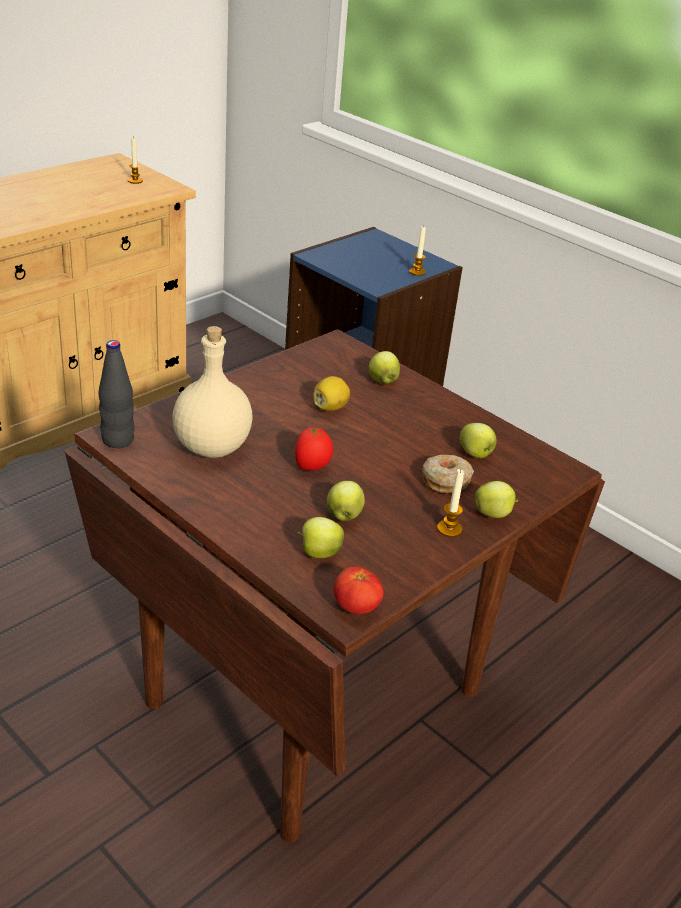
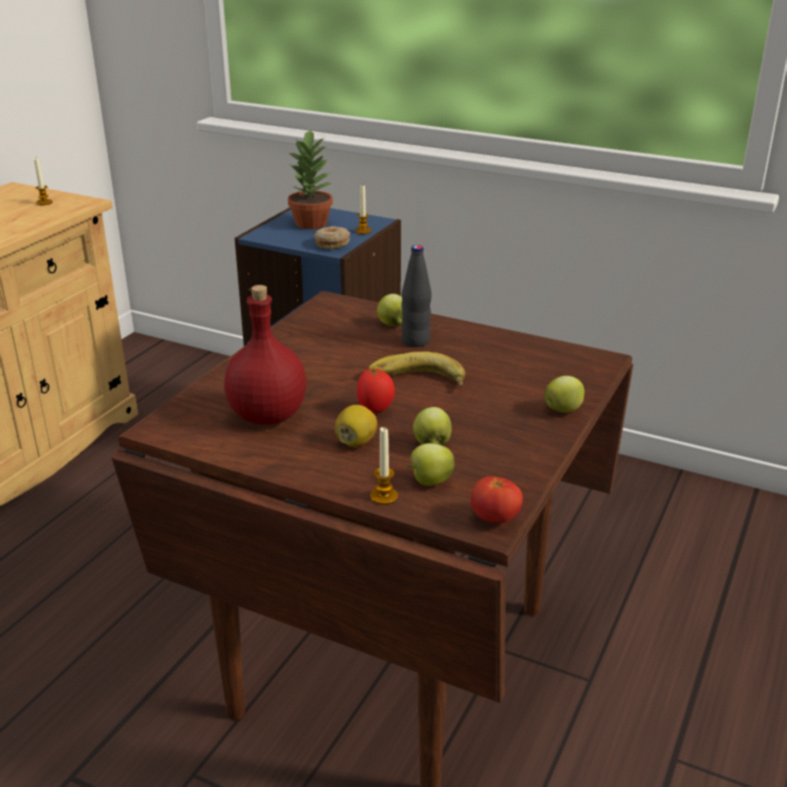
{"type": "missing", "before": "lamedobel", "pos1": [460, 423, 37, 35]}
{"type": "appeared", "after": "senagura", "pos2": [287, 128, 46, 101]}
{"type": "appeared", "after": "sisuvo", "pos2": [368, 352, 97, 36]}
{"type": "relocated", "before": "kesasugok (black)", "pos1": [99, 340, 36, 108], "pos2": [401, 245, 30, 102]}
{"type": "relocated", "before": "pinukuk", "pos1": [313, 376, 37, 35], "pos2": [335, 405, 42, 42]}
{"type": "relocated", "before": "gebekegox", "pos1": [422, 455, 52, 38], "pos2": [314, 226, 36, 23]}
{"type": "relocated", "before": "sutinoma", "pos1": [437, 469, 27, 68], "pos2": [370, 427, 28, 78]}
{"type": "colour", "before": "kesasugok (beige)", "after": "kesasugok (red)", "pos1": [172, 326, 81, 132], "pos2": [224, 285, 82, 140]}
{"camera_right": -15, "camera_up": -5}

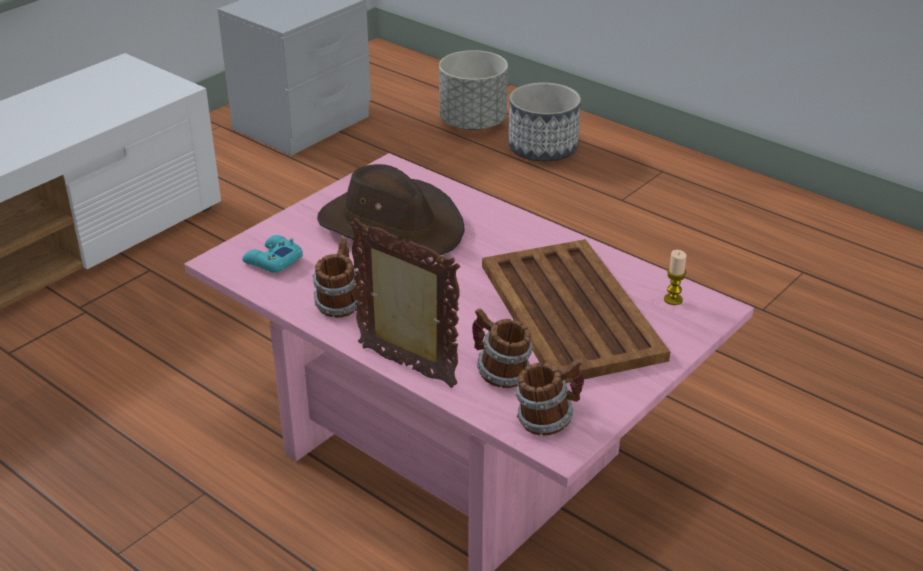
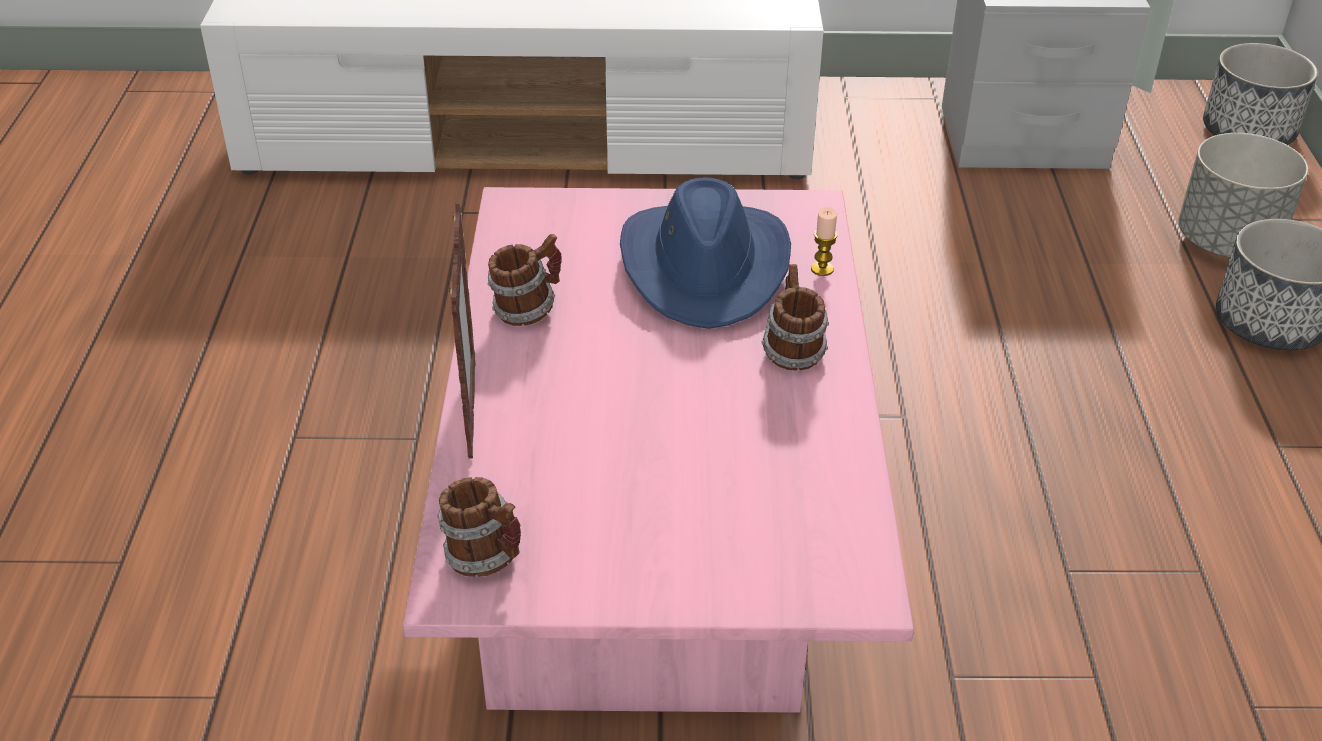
{"type": "missing", "before": "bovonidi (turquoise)", "pos1": [242, 235, 61, 38]}
{"type": "missing", "before": "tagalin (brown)", "pos1": [482, 239, 188, 144]}
{"type": "appeared", "after": "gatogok", "pos2": [1203, 43, 115, 102]}
{"type": "relocated", "before": "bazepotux", "pos1": [472, 308, 62, 80], "pos2": [761, 264, 68, 107]}
{"type": "relocated", "before": "sutinoma", "pos1": [664, 250, 23, 55], "pos2": [811, 207, 27, 69]}
{"type": "colour", "before": "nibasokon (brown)", "after": "nibasokon (blue)", "pos1": [317, 164, 148, 94], "pos2": [620, 177, 171, 152]}
{"camera_right": 50, "camera_up": 5}

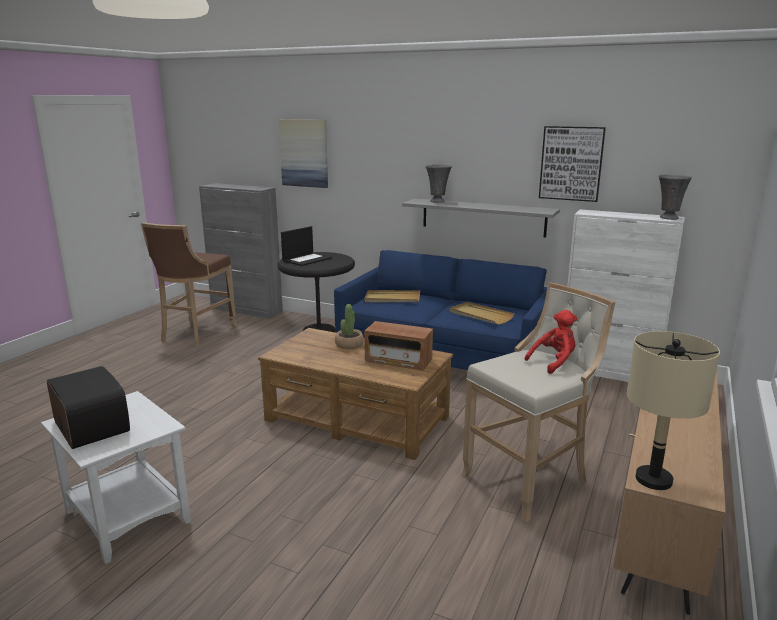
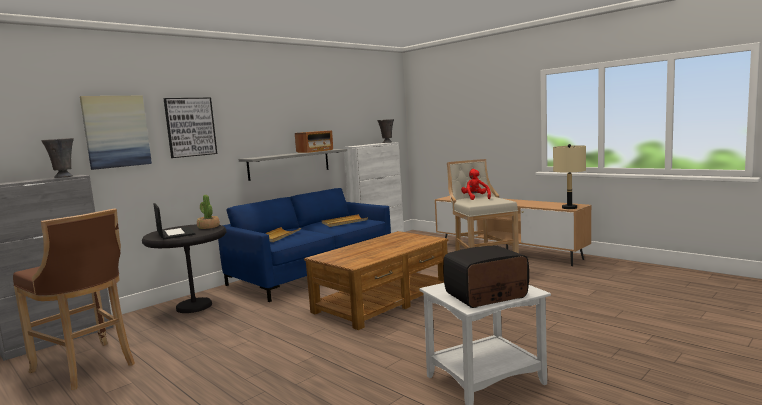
{"type": "relocated", "before": "senagura", "pos1": [335, 304, 29, 45], "pos2": [197, 195, 23, 34]}
{"type": "relocated", "before": "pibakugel", "pos1": [364, 321, 69, 50], "pos2": [295, 131, 38, 22]}
{"type": "relocated", "before": "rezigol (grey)", "pos1": [426, 164, 26, 39], "pos2": [41, 138, 33, 40]}
{"type": "relocated", "before": "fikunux", "pos1": [539, 126, 67, 76], "pos2": [163, 98, 54, 60]}
{"camera_right": -70, "camera_up": -10}

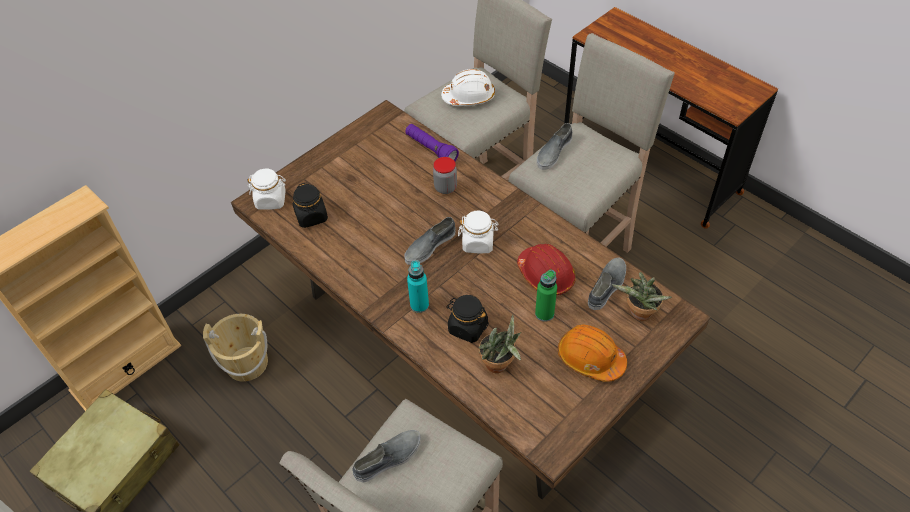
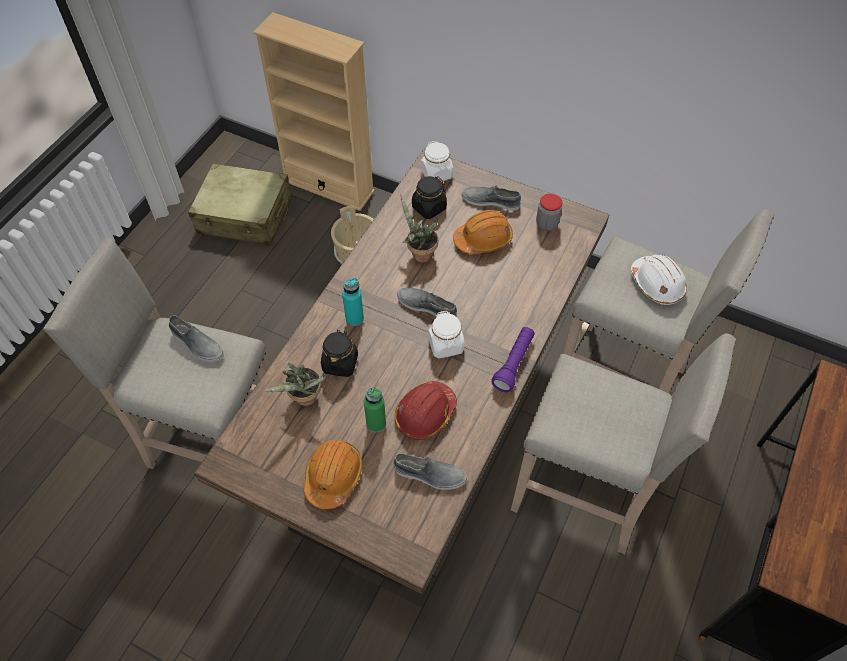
{"type": "appeared", "after": "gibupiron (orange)", "pos2": [453, 210, 60, 44]}
{"type": "relocated", "before": "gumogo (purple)", "pos1": [405, 124, 54, 37], "pos2": [492, 327, 43, 65]}
{"type": "relocated", "before": "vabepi", "pos1": [433, 157, 24, 37], "pos2": [536, 194, 27, 37]}
{"type": "relocated", "before": "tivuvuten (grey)", "pos1": [536, 123, 36, 47], "pos2": [461, 186, 60, 25]}
{"type": "relocated", "before": "senagura", "pos1": [612, 272, 60, 49], "pos2": [401, 195, 37, 68]}
{"camera_right": 70, "camera_up": 5}

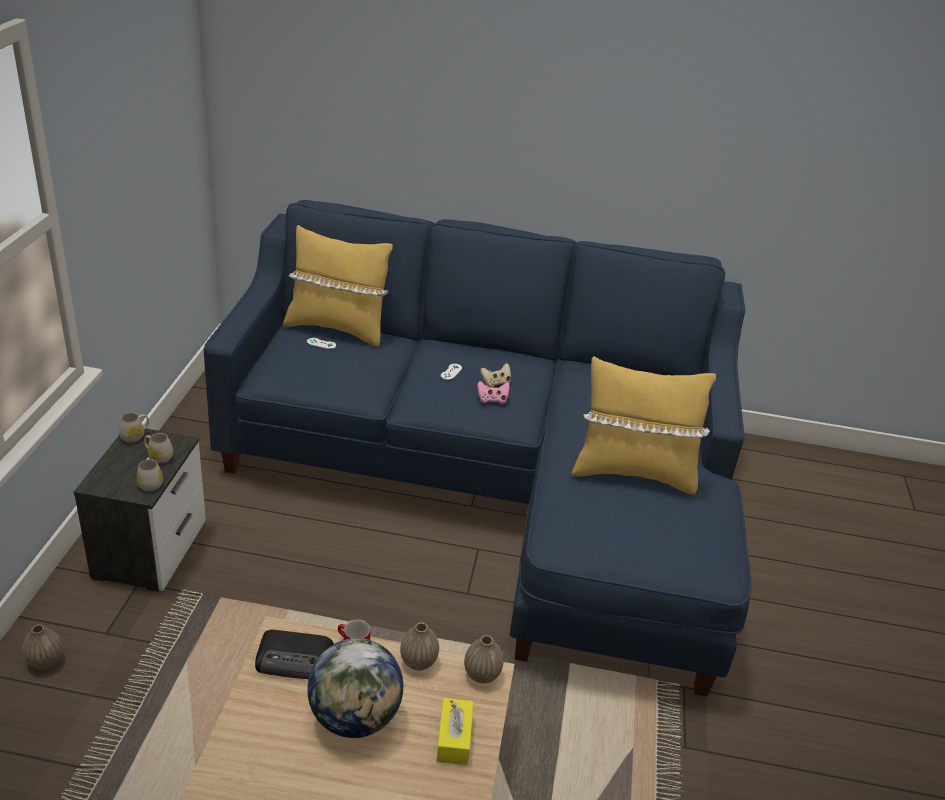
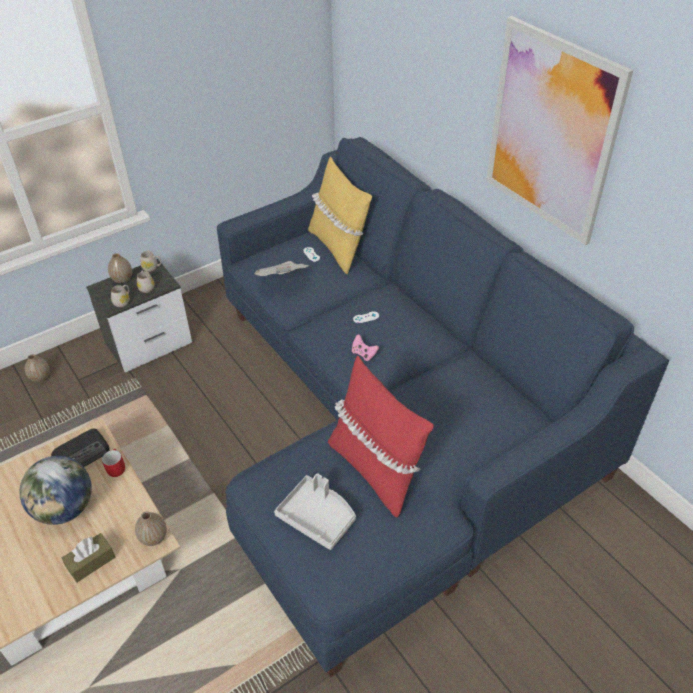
{"type": "missing", "before": "bovonidi (beige)", "pos1": [480, 363, 31, 25]}
{"type": "appeared", "after": "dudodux", "pos2": [255, 261, 54, 15]}
{"type": "appeared", "after": "tagalin (grey)", "pos2": [274, 474, 82, 76]}
{"type": "appeared", "after": "fikunux", "pos2": [486, 16, 147, 230]}
{"type": "relocated", "before": "rezigol", "pos1": [400, 622, 39, 48], "pos2": [108, 253, 24, 30]}
{"type": "colour", "before": "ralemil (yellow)", "after": "ralemil (brown)", "pos1": [436, 698, 37, 67], "pos2": [62, 533, 53, 50]}
{"type": "colour", "before": "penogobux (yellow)", "after": "penogobux (red)", "pos1": [571, 356, 145, 139], "pos2": [328, 356, 106, 162]}
{"type": "spun", "before": "pibakugel", "pos1": [255, 630, 79, 49], "pos2": [51, 429, 59, 38], "turn": -90}
{"camera_right": 50, "camera_up": 10}

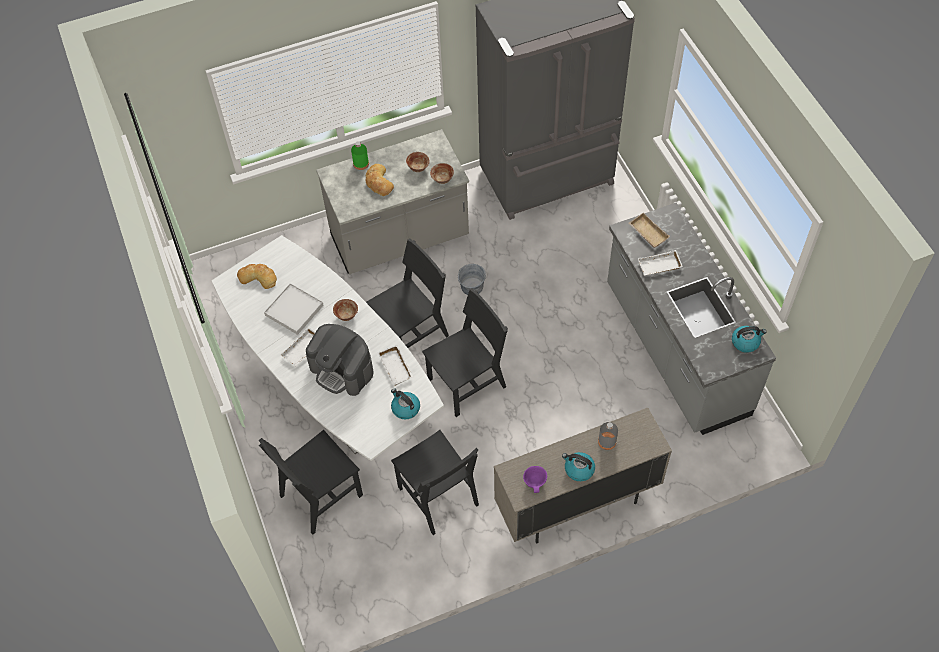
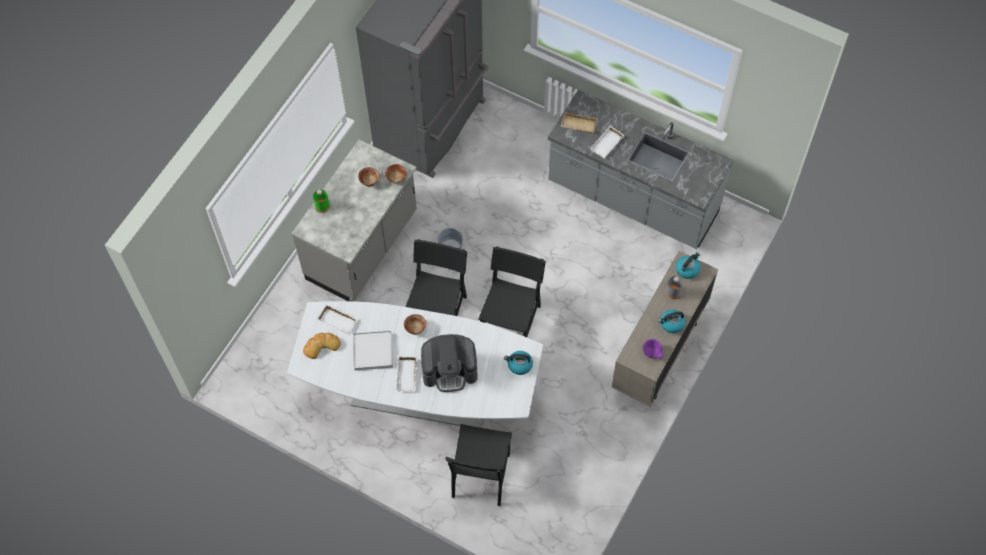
{"type": "missing", "before": "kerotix", "pos1": [366, 164, 28, 32]}
{"type": "missing", "before": "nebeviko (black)", "pos1": [391, 430, 88, 105]}
{"type": "relocated", "before": "tagalin (white)", "pos1": [377, 345, 36, 41], "pos2": [317, 304, 41, 30]}
{"type": "relocated", "before": "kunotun", "pos1": [732, 326, 35, 27], "pos2": [676, 252, 24, 27]}
{"camera_right": -40, "camera_up": 5}

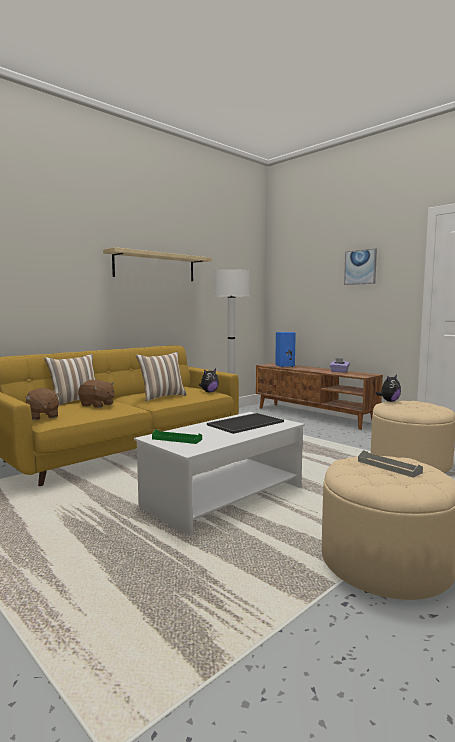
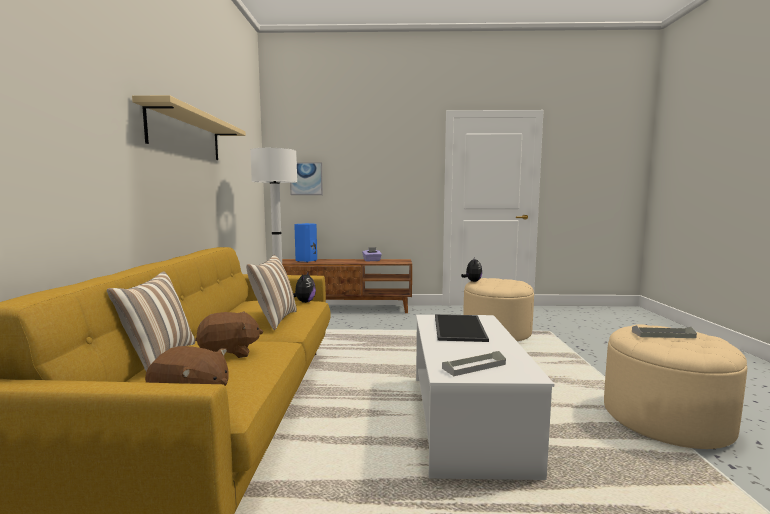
{"type": "relocated", "before": "fikunux", "pos1": [344, 248, 33, 37], "pos2": [290, 162, 33, 33]}
{"type": "colour", "before": "tagalin (green)", "after": "tagalin (grey)", "pos1": [152, 429, 50, 15], "pos2": [442, 351, 64, 25]}
{"camera_right": -45, "camera_up": 0}

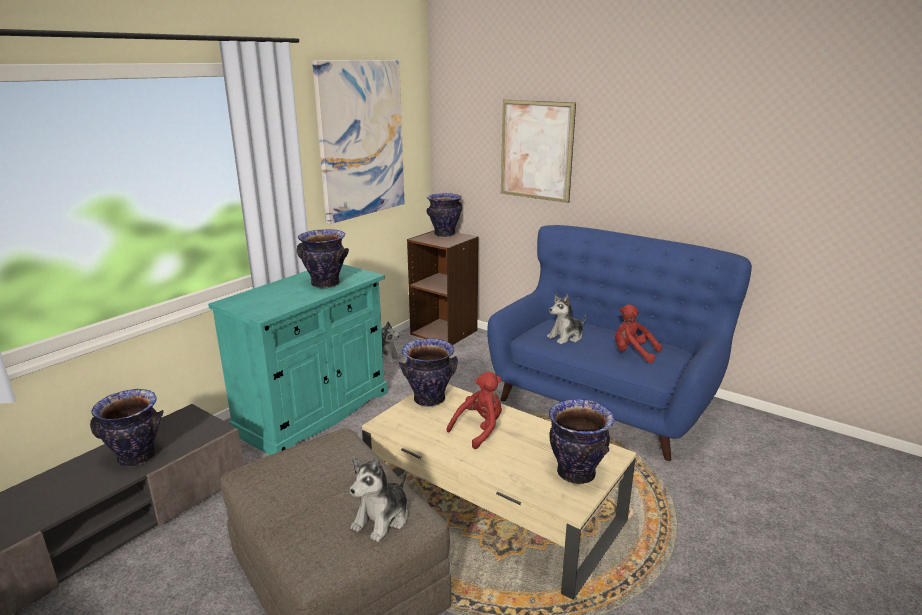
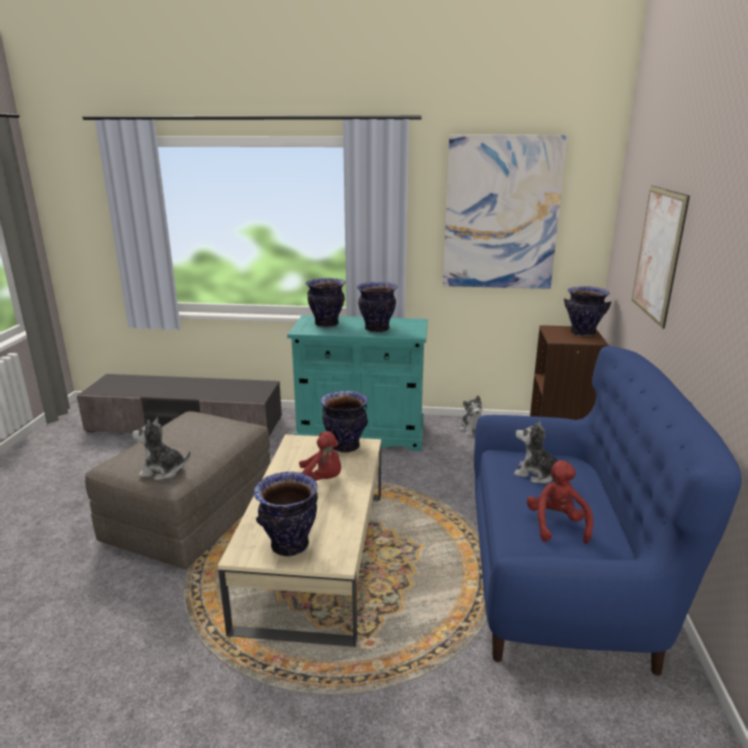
{"type": "relocated", "before": "rezigol", "pos1": [90, 389, 74, 78], "pos2": [306, 278, 40, 50]}
{"camera_right": 60, "camera_up": 0}

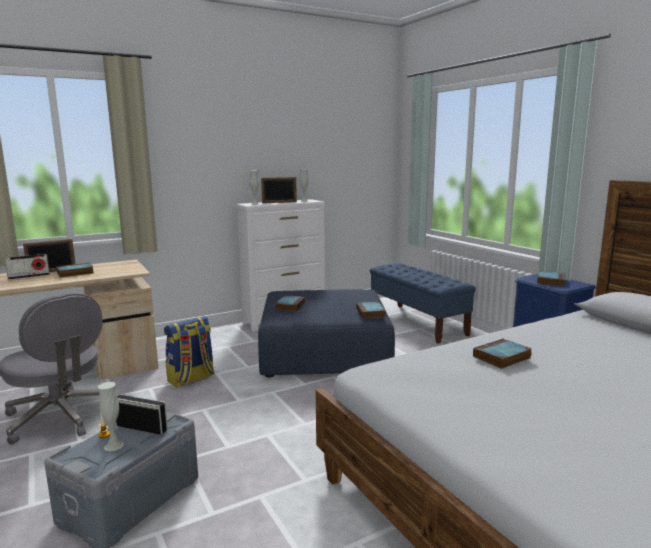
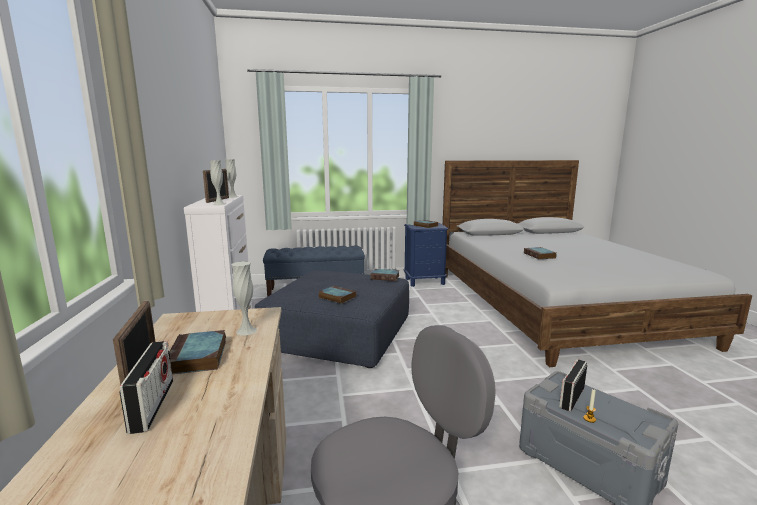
{"type": "missing", "before": "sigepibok", "pos1": [164, 316, 50, 71]}
{"type": "relocated", "before": "rezigol (white)", "pos1": [98, 382, 26, 70], "pos2": [232, 261, 25, 75]}
{"camera_right": -70, "camera_up": 0}

